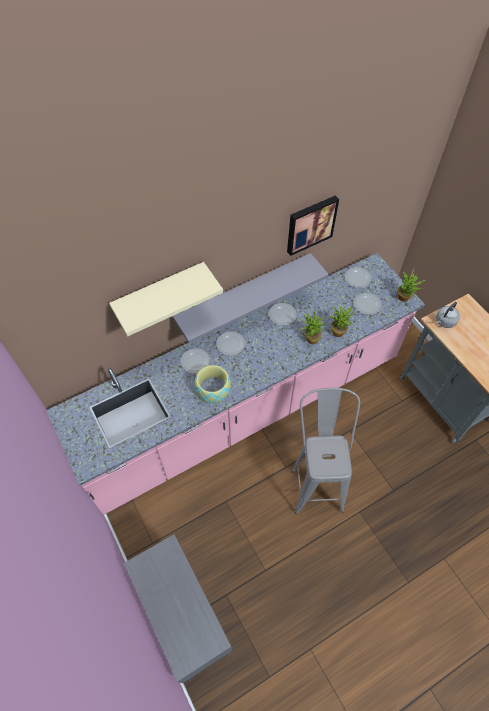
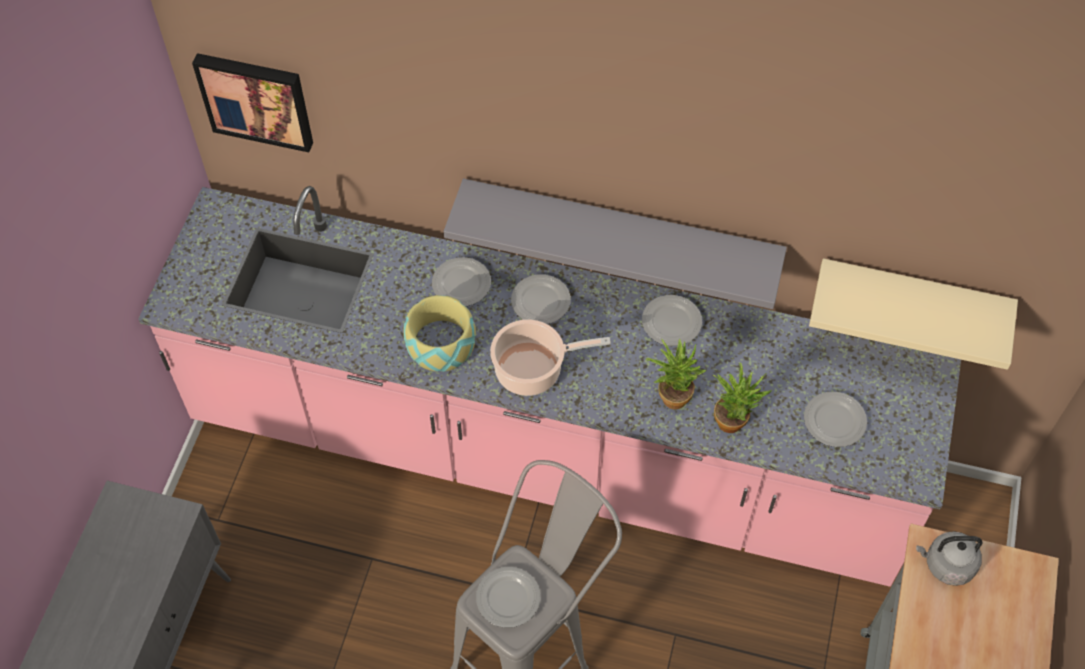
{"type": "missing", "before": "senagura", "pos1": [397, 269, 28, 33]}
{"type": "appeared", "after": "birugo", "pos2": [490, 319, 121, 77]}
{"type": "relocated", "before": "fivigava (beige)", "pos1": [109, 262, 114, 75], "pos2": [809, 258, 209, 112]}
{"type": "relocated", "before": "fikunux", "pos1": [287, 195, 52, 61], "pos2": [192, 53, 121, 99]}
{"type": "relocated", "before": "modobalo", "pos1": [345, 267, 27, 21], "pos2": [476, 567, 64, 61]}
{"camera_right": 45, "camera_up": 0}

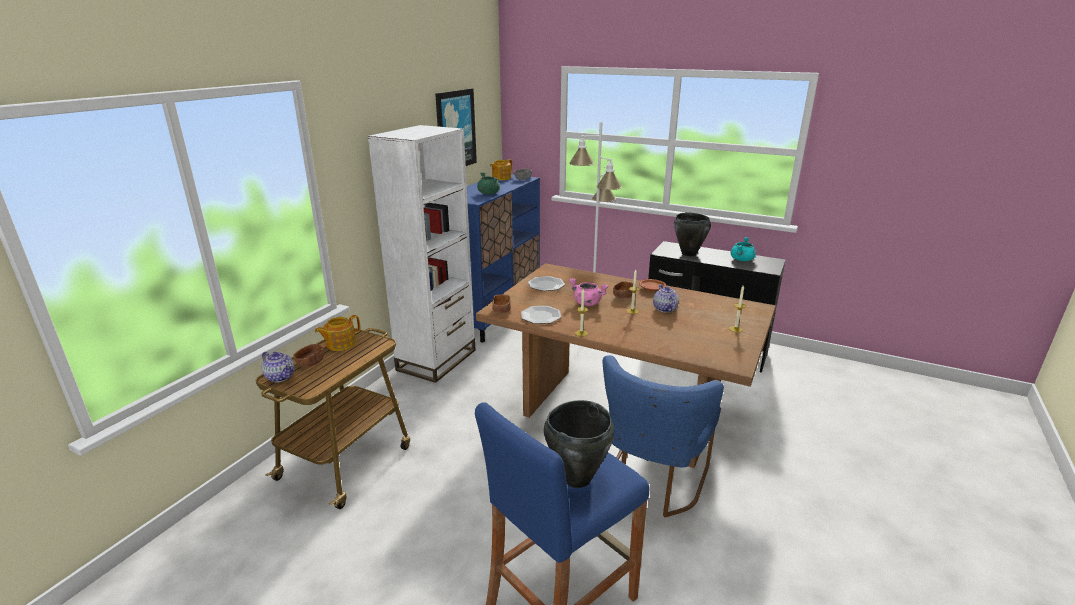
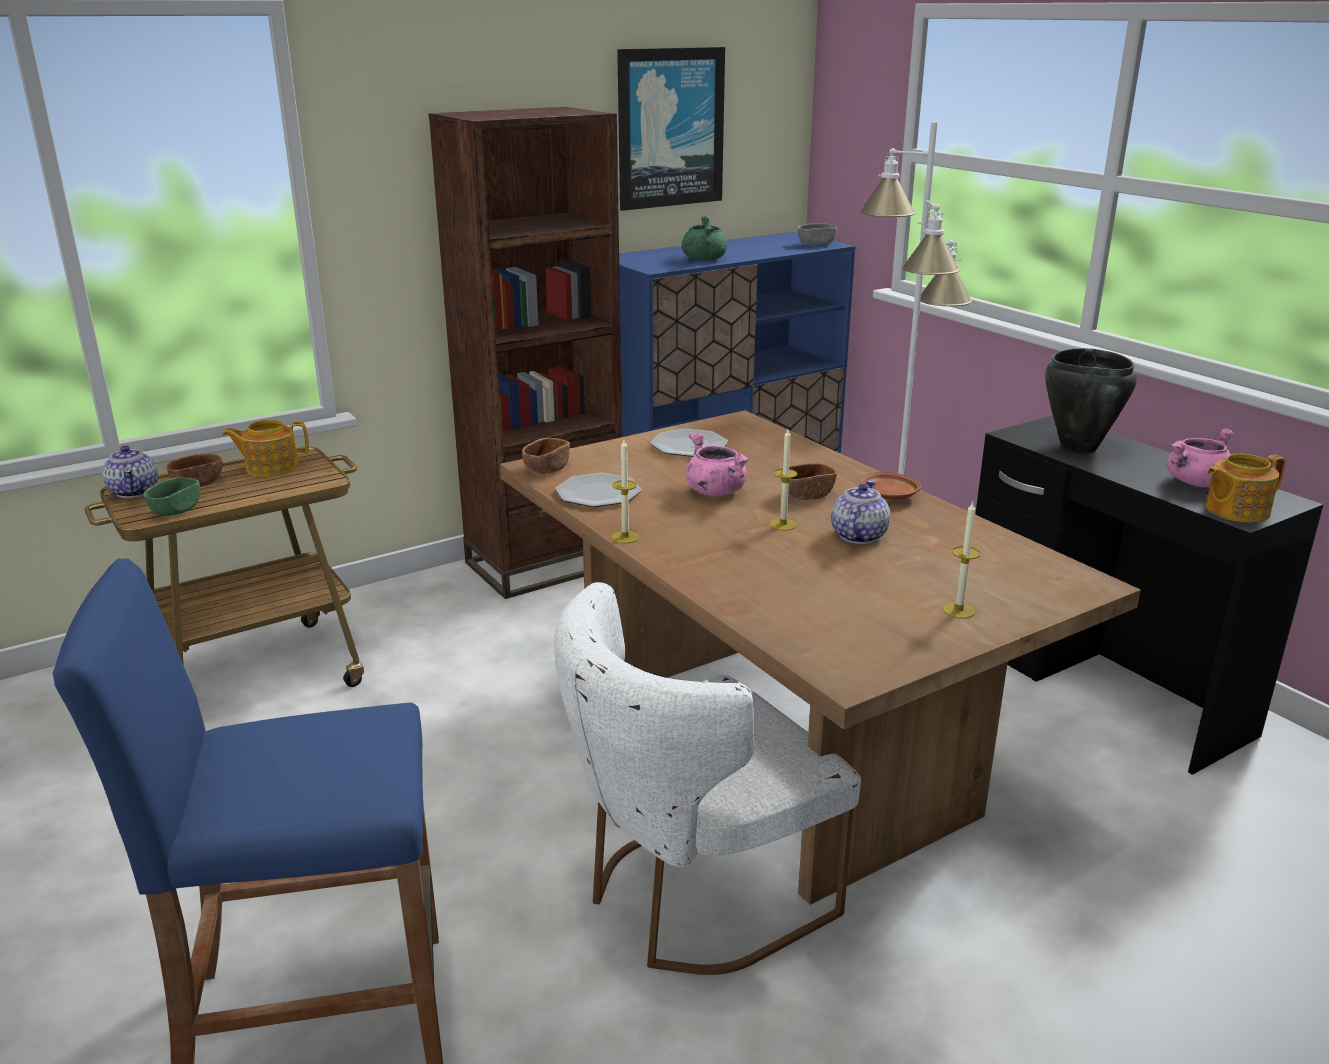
{"type": "missing", "before": "birugo (black)", "pos1": [544, 400, 70, 88]}
{"type": "appeared", "after": "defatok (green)", "pos2": [143, 477, 57, 39]}
{"type": "relocated", "before": "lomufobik", "pos1": [490, 159, 22, 21], "pos2": [1206, 454, 80, 68]}
{"type": "colour", "before": "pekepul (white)", "after": "pekepul (brown)", "pos1": [368, 125, 107, 258], "pos2": [429, 107, 193, 492]}
{"type": "colour", "before": "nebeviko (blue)", "after": "nebeviko (white)", "pos1": [603, 355, 121, 162], "pos2": [554, 582, 307, 393]}
{"type": "colour", "before": "birugo (turquoise)", "after": "birugo (pink)", "pos1": [731, 237, 25, 24], "pos2": [1167, 429, 67, 58]}
{"camera_right": 30, "camera_up": 0}

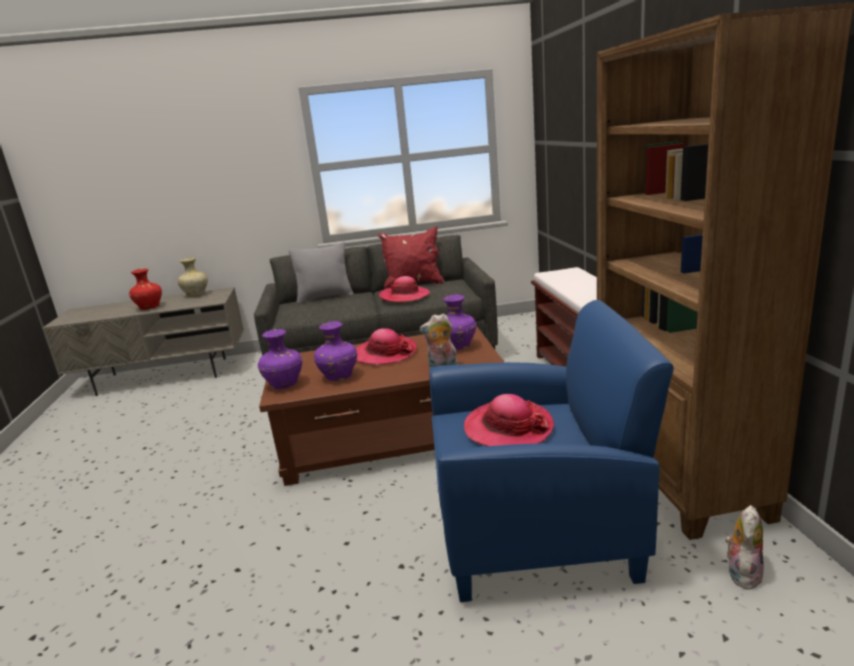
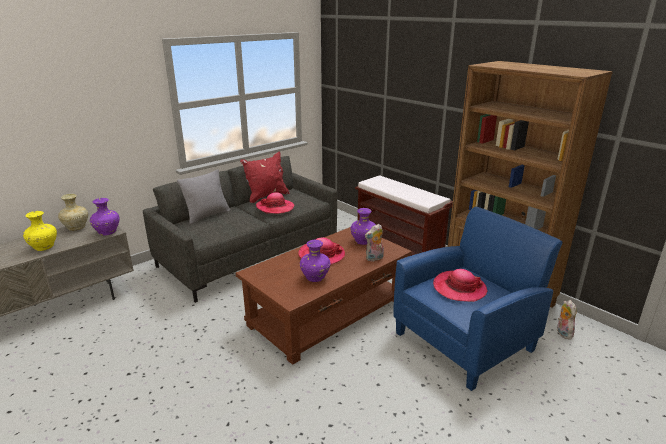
{"type": "relocated", "before": "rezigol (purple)", "pos1": [258, 329, 44, 60], "pos2": [90, 198, 30, 38]}
{"type": "colour", "before": "rezigol (red)", "after": "rezigol (yellow)", "pos1": [129, 269, 33, 41], "pos2": [23, 211, 34, 40]}
{"camera_right": -35, "camera_up": 5}

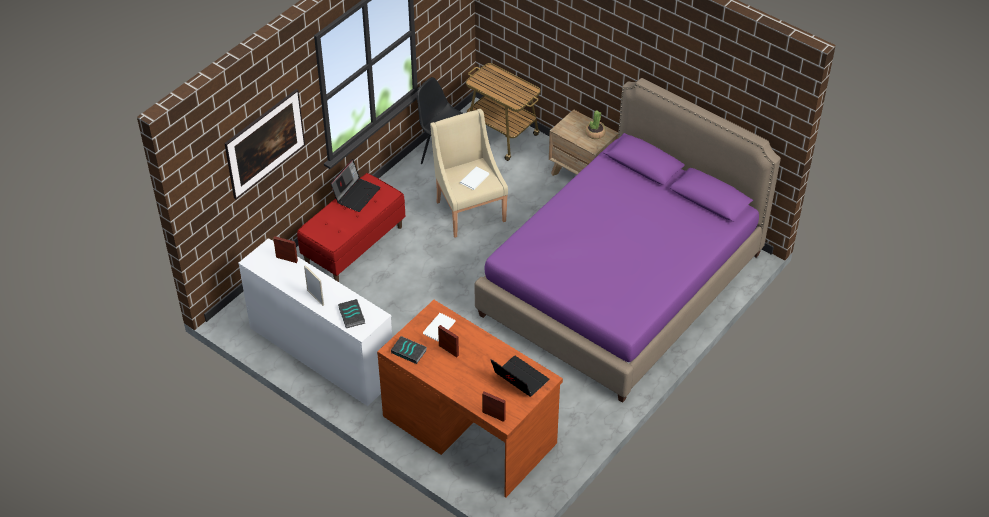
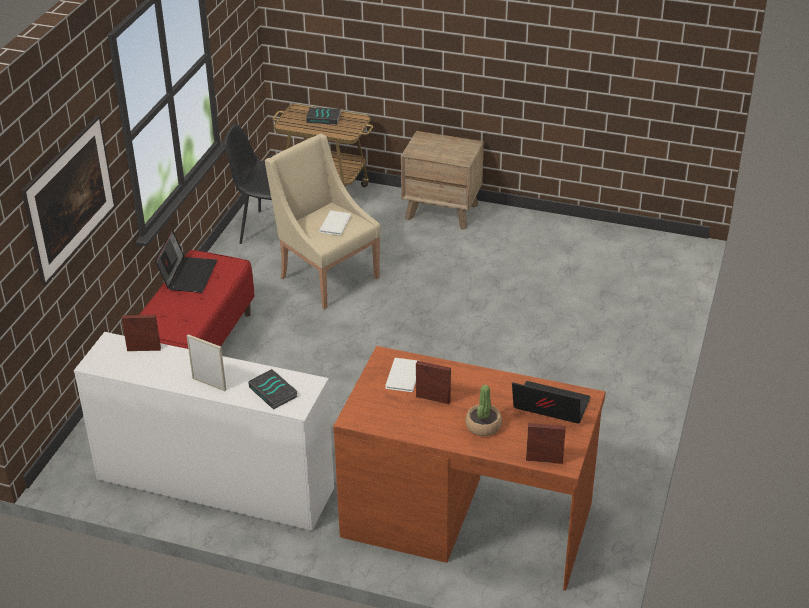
{"type": "missing", "before": "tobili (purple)", "pos1": [474, 78, 307, 325]}
{"type": "relocated", "before": "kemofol", "pos1": [391, 336, 36, 28], "pos2": [306, 107, 35, 18]}
{"type": "relocated", "before": "senagura", "pos1": [585, 111, 21, 28], "pos2": [465, 385, 37, 51]}
{"camera_right": -20, "camera_up": -10}

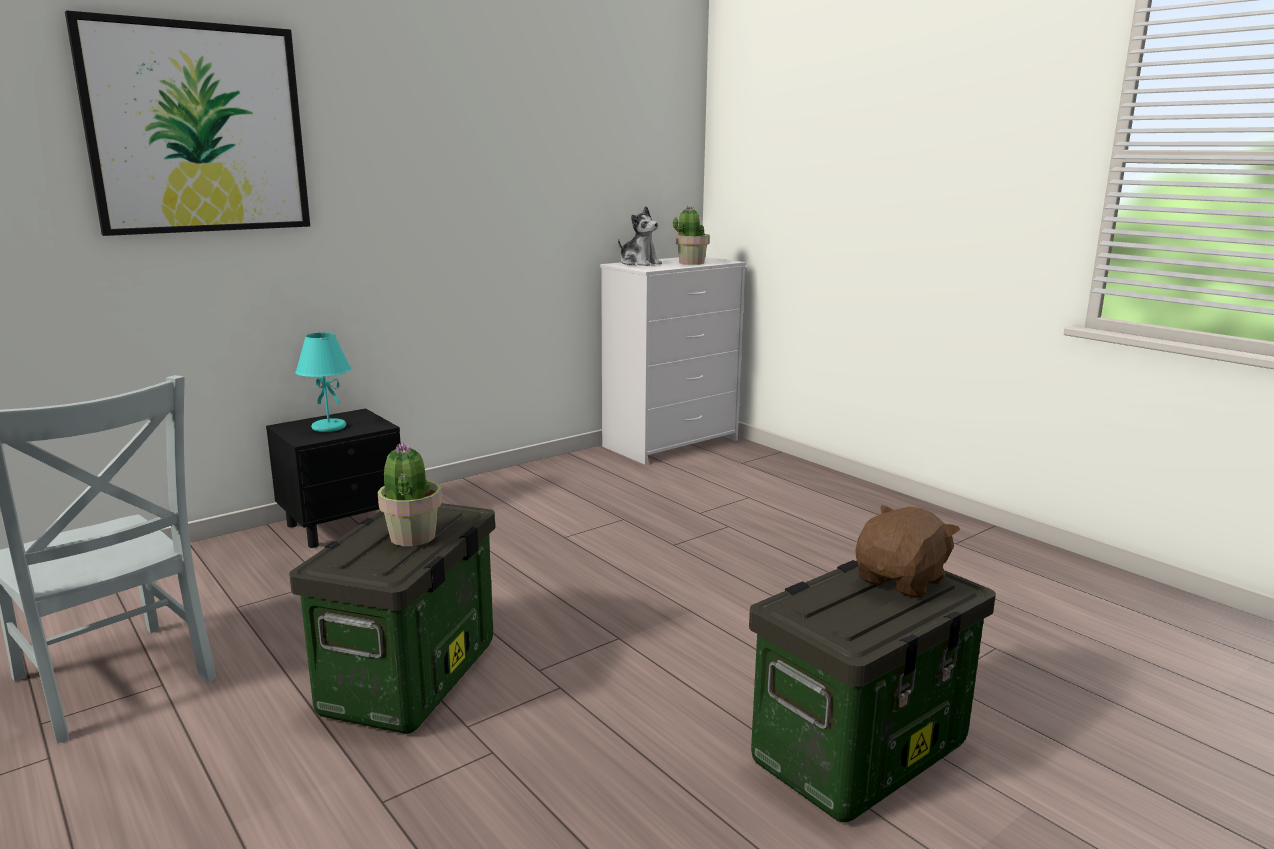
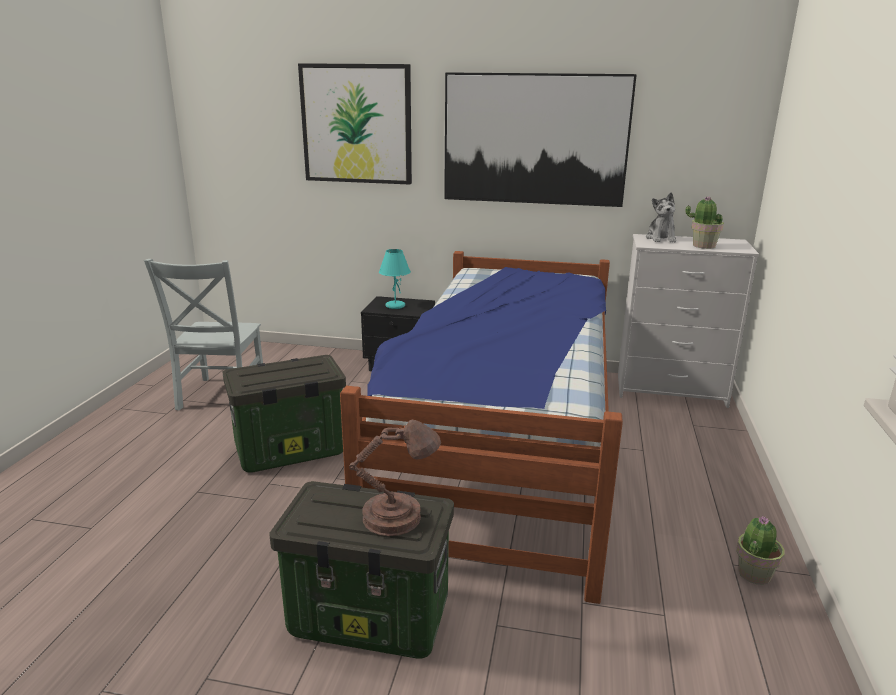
{"type": "appeared", "after": "tobili", "pos2": [340, 251, 283, 353]}
{"type": "appeared", "after": "fikunux", "pos2": [444, 72, 193, 135]}
{"type": "relocated", "before": "senagura", "pos1": [378, 443, 64, 103], "pos2": [736, 515, 49, 70]}
{"type": "exchanged", "before": "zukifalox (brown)", "after": "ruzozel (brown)", "pos1": [856, 505, 104, 94], "pos2": [349, 420, 92, 116]}
{"camera_right": 50, "camera_up": 5}

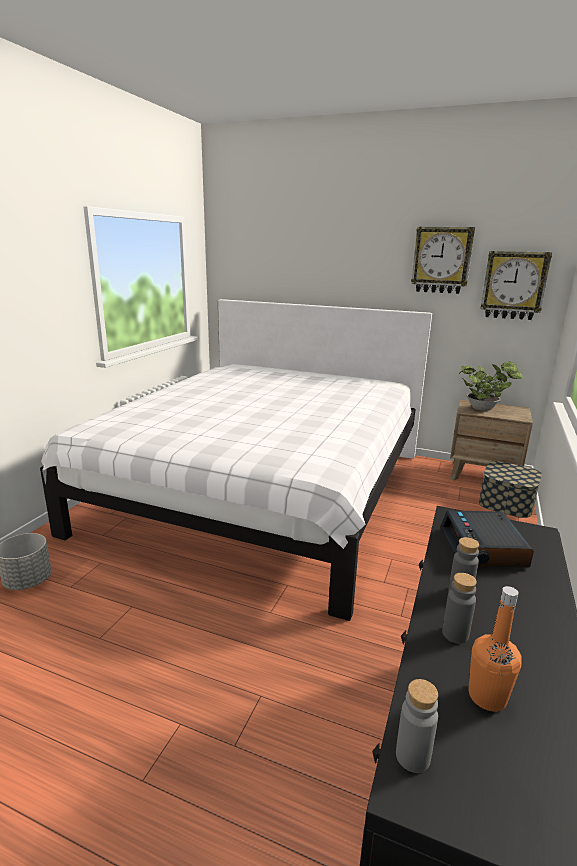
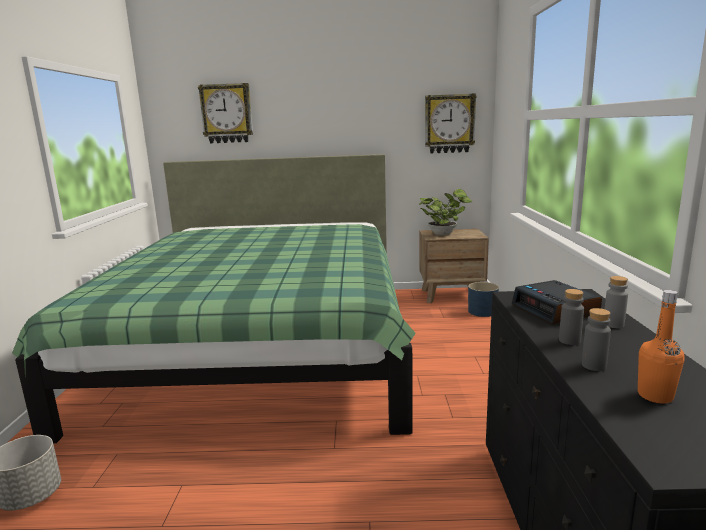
{"type": "relocated", "before": "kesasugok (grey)", "pos1": [396, 679, 42, 94], "pos2": [605, 276, 23, 52]}
{"type": "relocated", "before": "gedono", "pos1": [411, 227, 64, 67], "pos2": [198, 83, 55, 60]}
{"type": "exchanged", "before": "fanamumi", "after": "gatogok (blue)", "pos1": [479, 461, 63, 57], "pos2": [468, 282, 31, 35]}
{"type": "colour", "before": "tobili (white)", "after": "tobili (green)", "pos1": [40, 299, 392, 322], "pos2": [12, 154, 404, 289]}
{"camera_right": -20, "camera_up": -5}

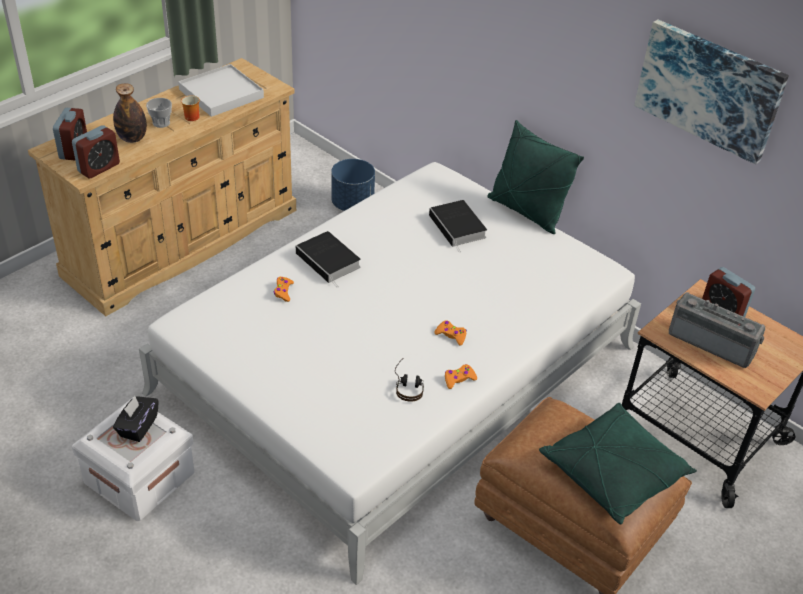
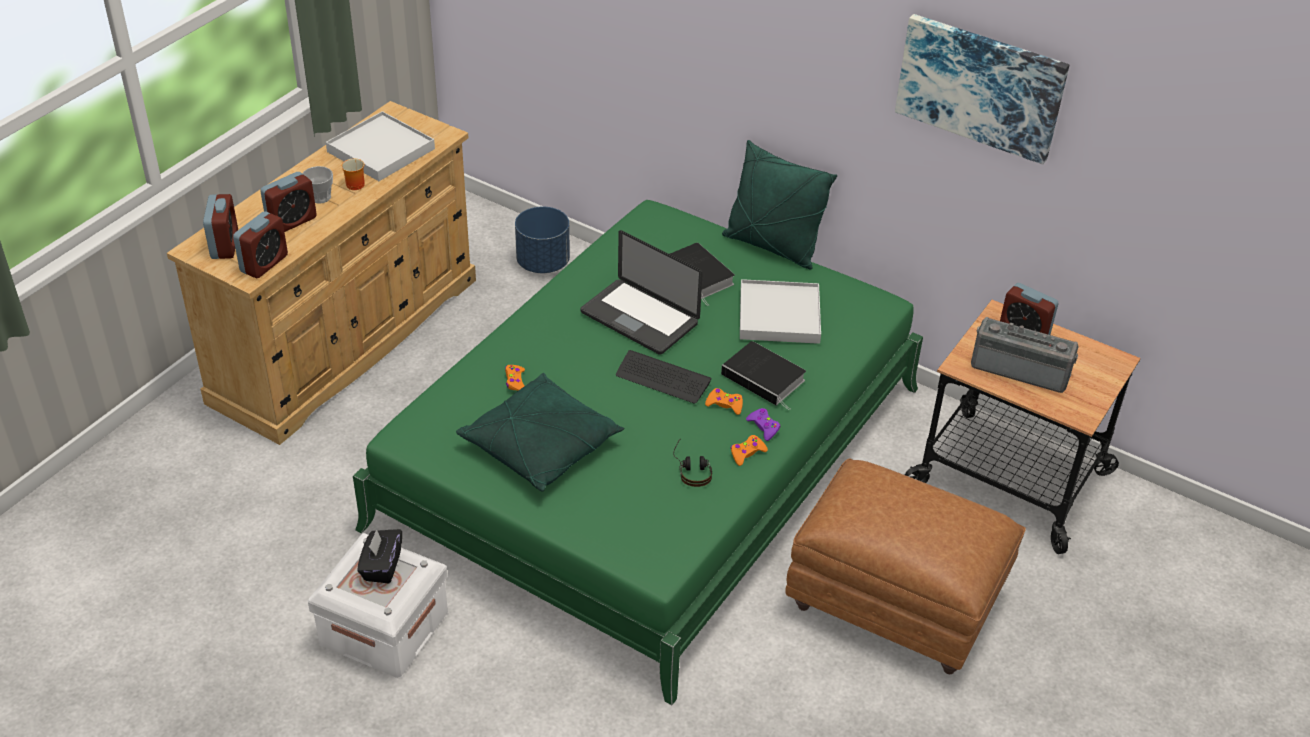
{"type": "appeared", "after": "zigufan", "pos2": [581, 230, 122, 125]}
{"type": "appeared", "after": "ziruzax", "pos2": [616, 350, 96, 54]}
{"type": "appeared", "after": "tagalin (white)", "pos2": [740, 279, 81, 65]}
{"type": "appeared", "after": "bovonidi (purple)", "pos2": [746, 408, 34, 33]}
{"type": "relocated", "before": "kemofol", "pos1": [296, 231, 65, 57], "pos2": [721, 341, 85, 69]}
{"type": "relocated", "before": "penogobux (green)", "pos1": [539, 403, 158, 121], "pos2": [456, 373, 168, 119]}
{"type": "exchanged", "before": "kesasugok", "after": "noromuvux", "pos1": [113, 83, 34, 60], "pos2": [260, 172, 57, 60]}
{"type": "colour", "before": "tobili (white)", "after": "tobili (green)", "pos1": [139, 162, 502, 423], "pos2": [353, 200, 570, 505]}
{"camera_right": -10, "camera_up": 0}

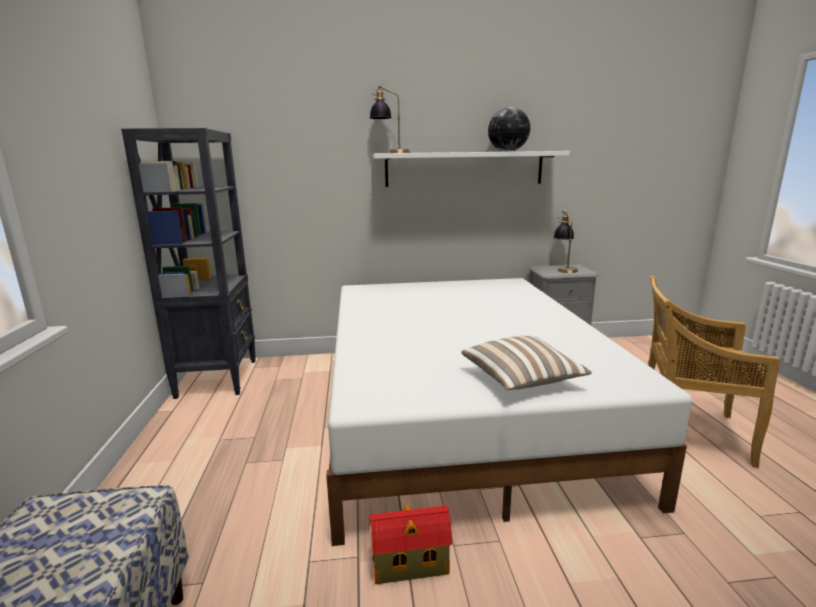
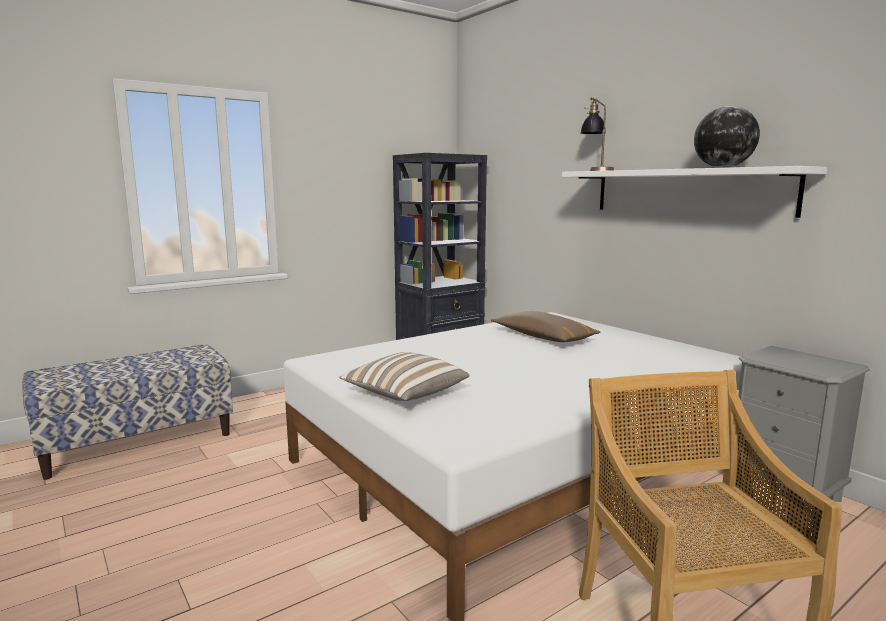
{"type": "missing", "before": "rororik", "pos1": [369, 505, 83, 79]}
{"type": "missing", "before": "ruzozel", "pos1": [553, 210, 25, 63]}
{"type": "appeared", "after": "penogobux (brown)", "pos2": [491, 311, 110, 31]}
{"camera_right": 60, "camera_up": -5}

